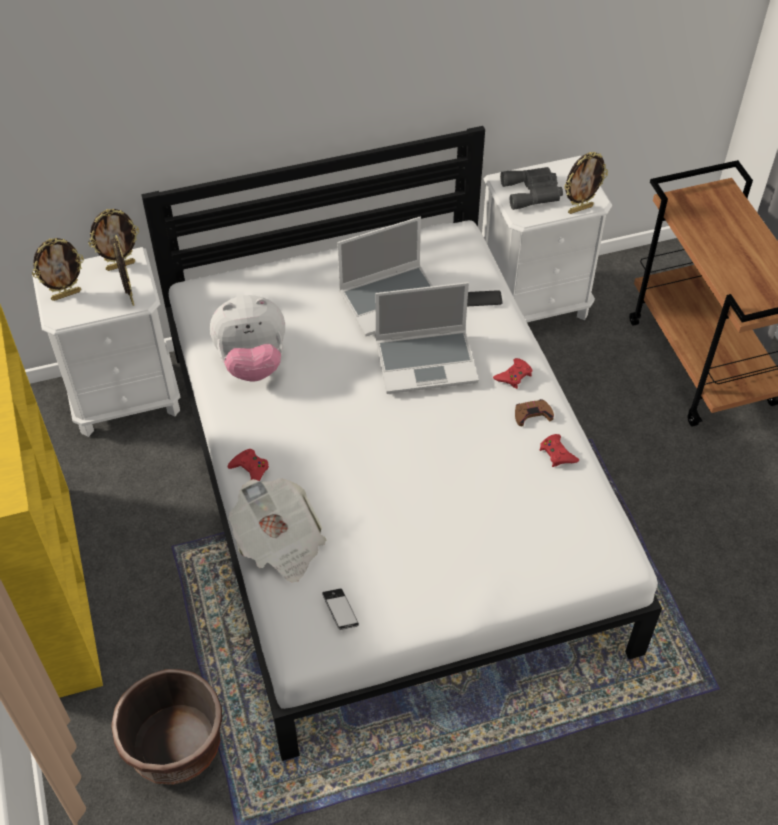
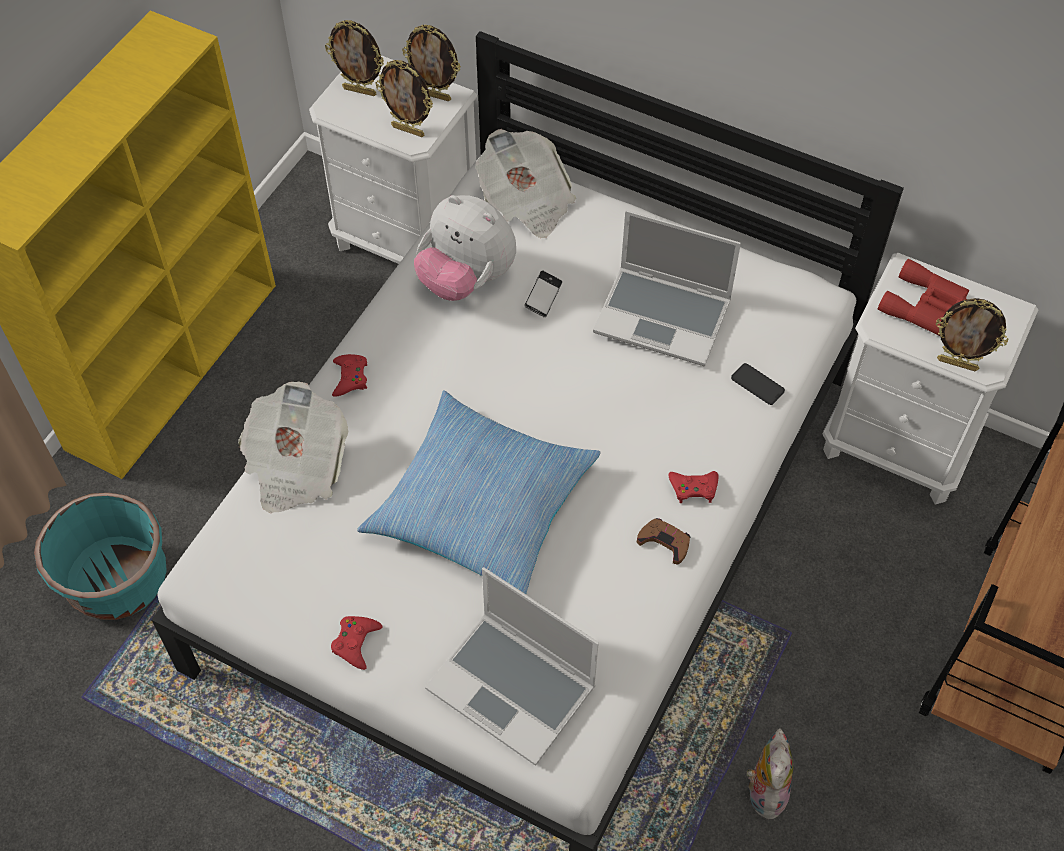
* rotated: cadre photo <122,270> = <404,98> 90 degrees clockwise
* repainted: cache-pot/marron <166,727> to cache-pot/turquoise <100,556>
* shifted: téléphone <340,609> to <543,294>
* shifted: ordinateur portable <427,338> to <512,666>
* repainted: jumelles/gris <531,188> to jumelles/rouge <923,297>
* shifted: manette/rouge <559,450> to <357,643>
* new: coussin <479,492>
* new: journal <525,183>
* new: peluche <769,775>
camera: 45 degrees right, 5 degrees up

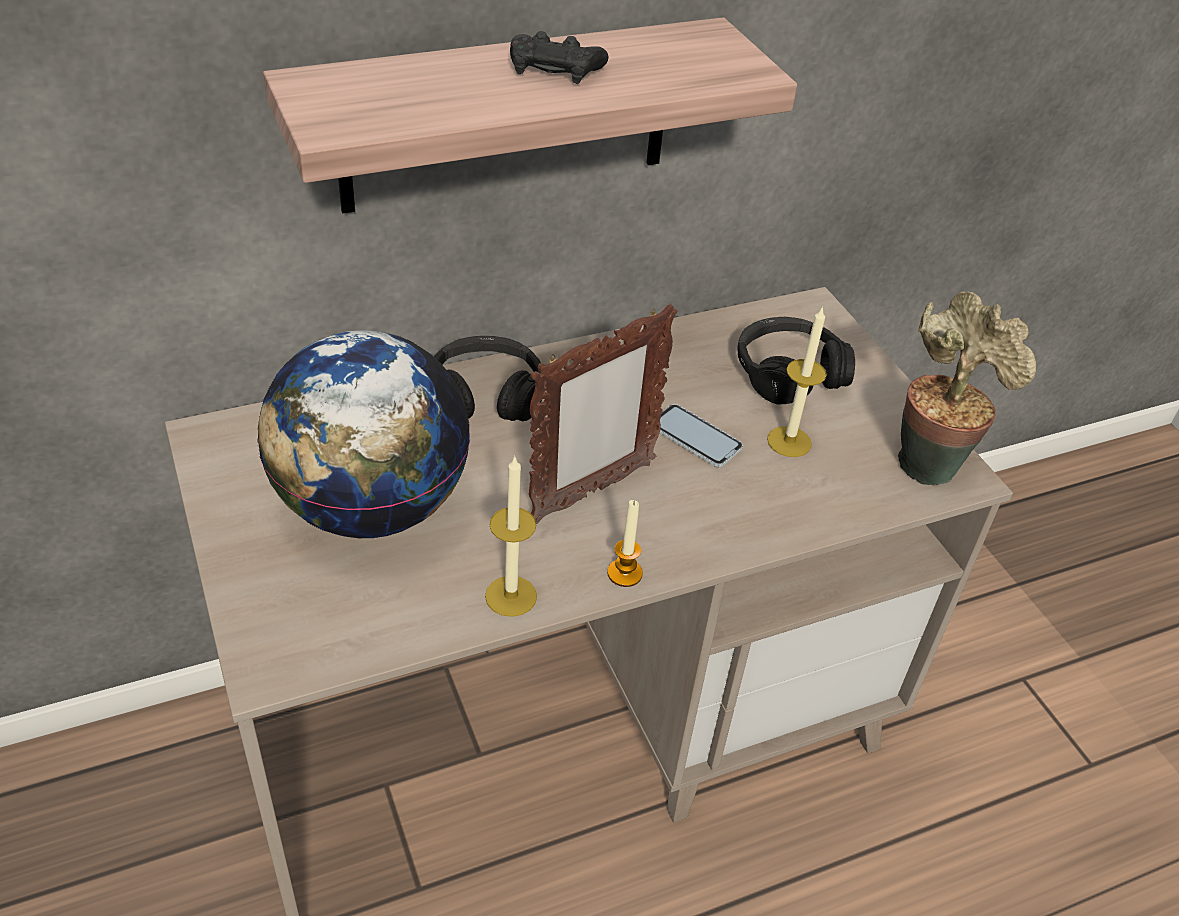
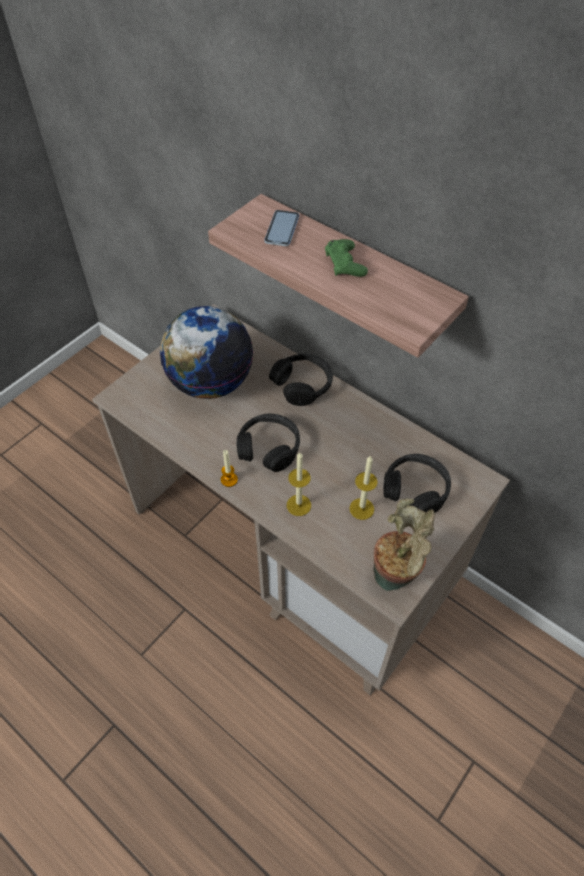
* shifted: bougie <511,536> to <299,484>
* repainted: manette/noir <559,57> to manette/vert <346,258>
* swapped: cadre photo <603,413> to casque audio/noir <268,442>
* shifted: téléphone <701,435> to <281,228>
camera: 65 degrees right, 10 degrees up

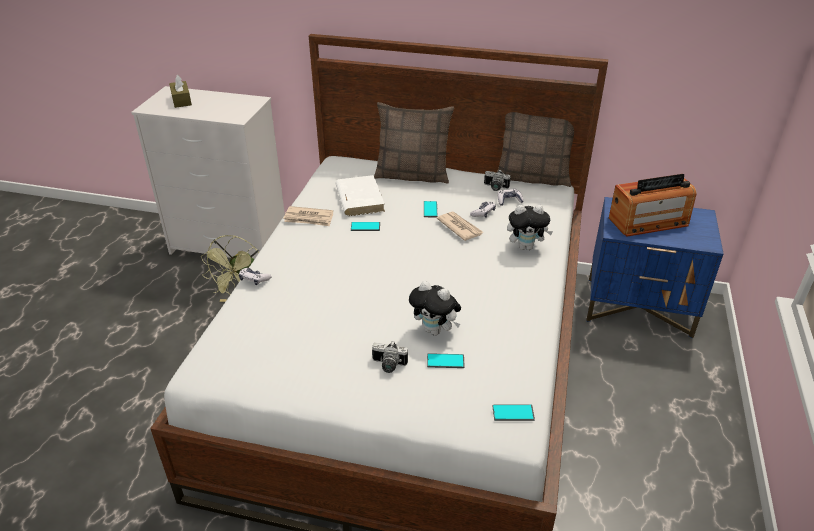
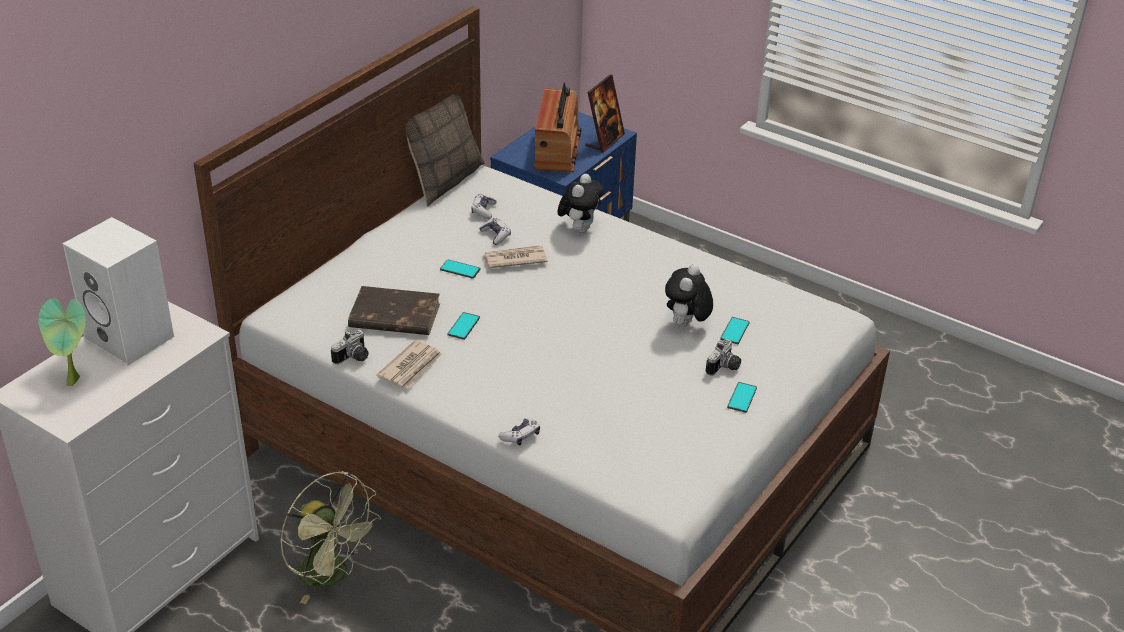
* swapped: boîte à mouchoirs/marron <180,91> to plante en pot <62,342>
* repainted: livre/blanc <360,195> to livre/marron <394,310>
* gone: coussin <414,143>
* rotated: peluche <435,308> = <689,295> 150 degrees clockwise
* shifted: appareil photo <497,180> to <350,347>
* shifted: téléphone <513,412> to <742,397>
* new: enceinte/blanc <118,291>
* new: cadre photo <605,114>
camera: 70 degrees left, 0 degrees up

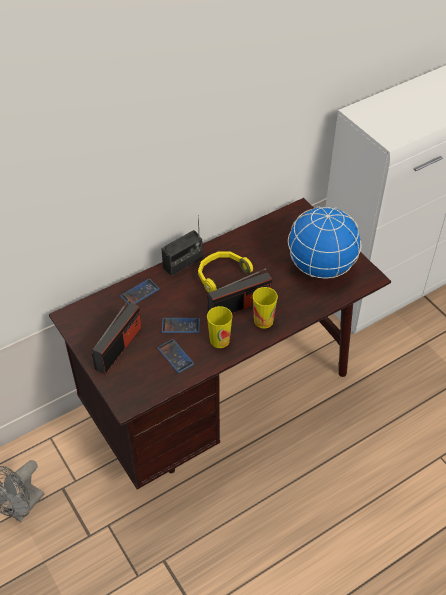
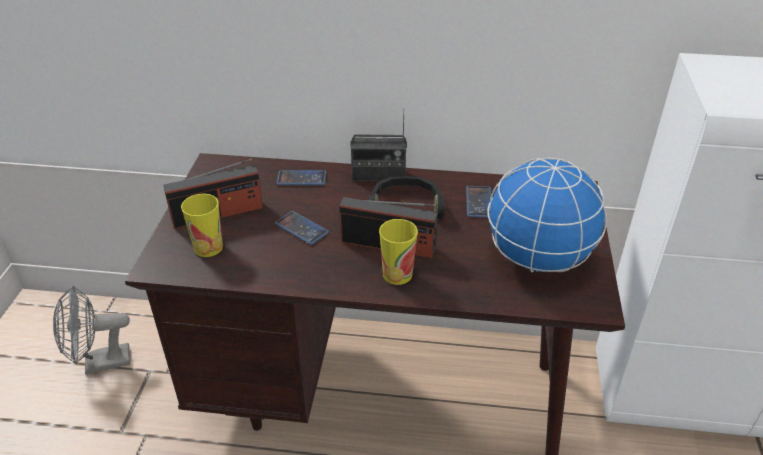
* shifted: téléphone <175,356> to <478,202>
* repainted: casque audio/jaune <225,271> to casque audio/noir <407,197>
* shifted: tasse <219,327> to <202,225>
camera: 40 degrees right, 10 degrees down

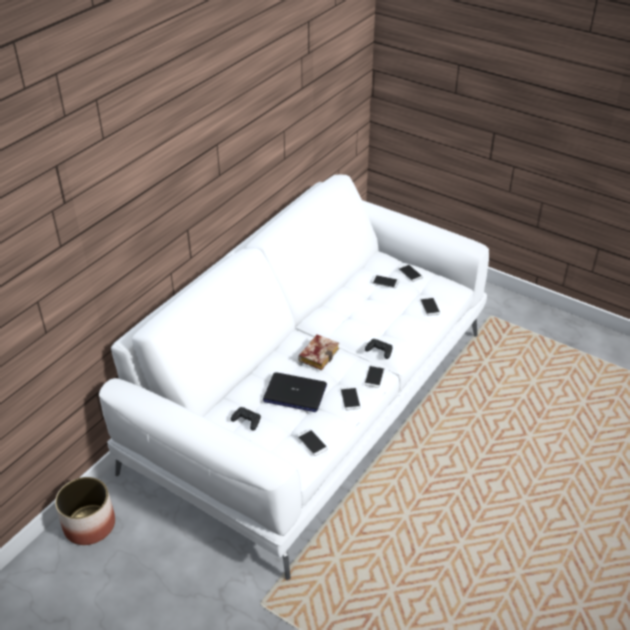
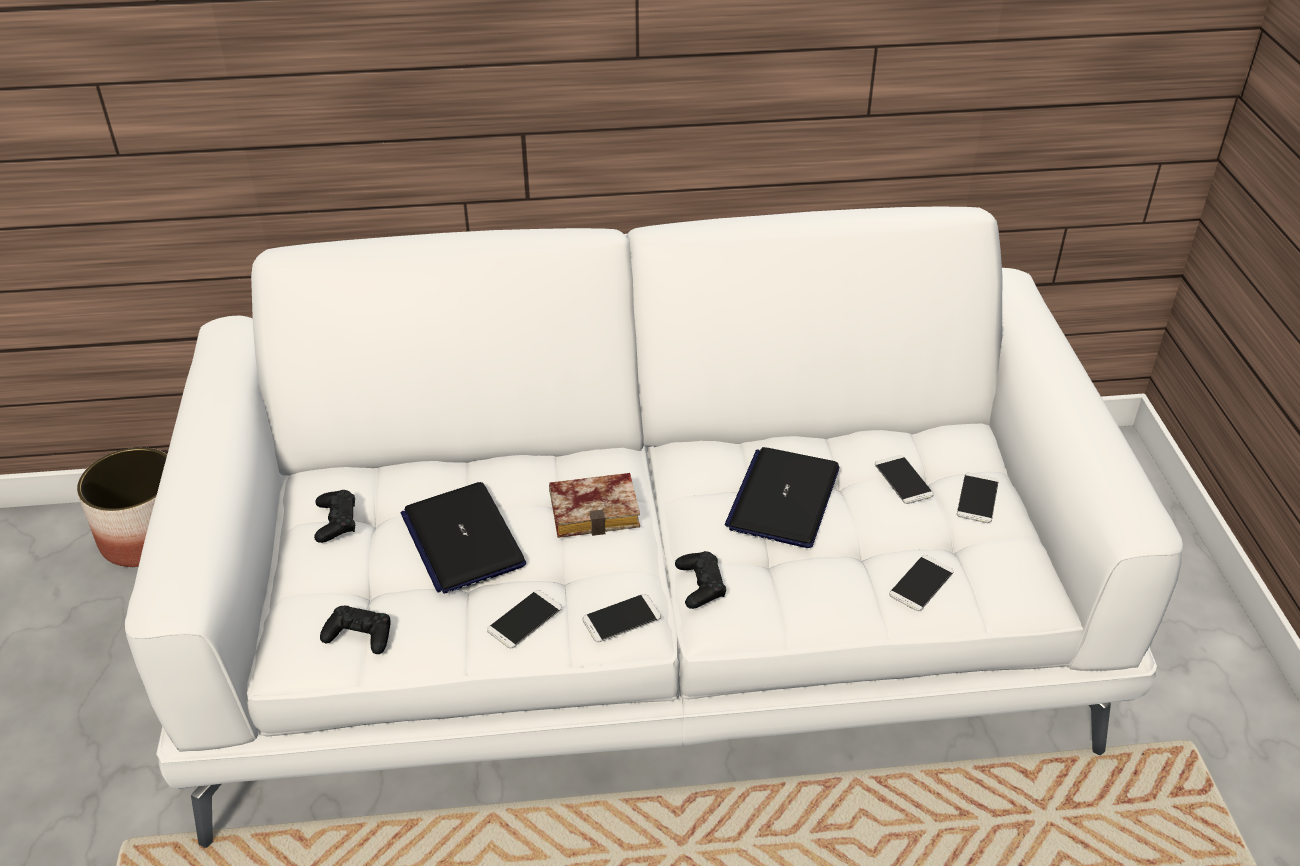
* swapped: téléphone <312,442> to manette/noir <355,630>
* new: ordinateur portable <782,497>
camera: 50 degrees right, 0 degrees up

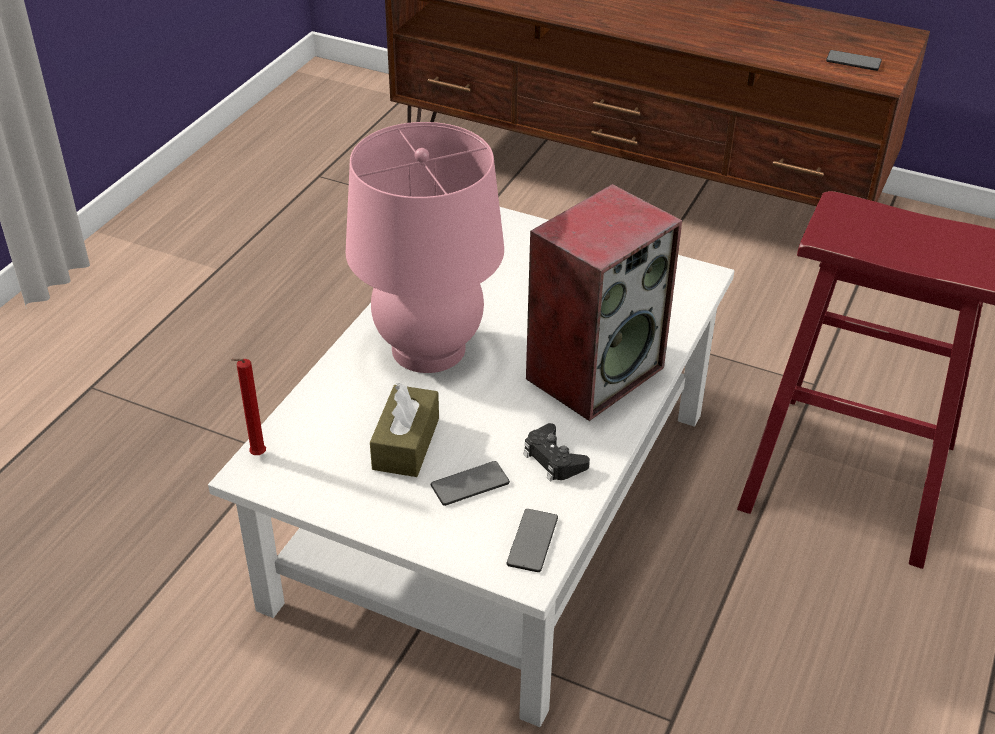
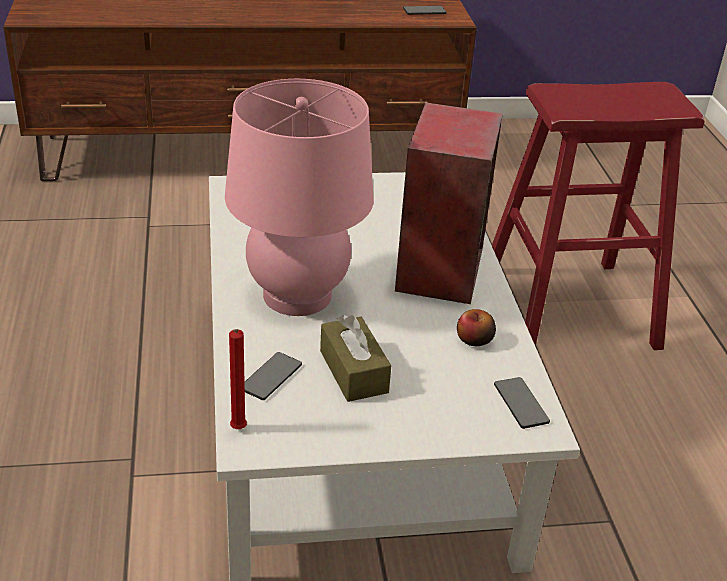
* shifted: téléphone <470,483> to <273,376>
* swapped: manette/noir <557,452> to pomme <476,327>
camera: 35 degrees left, 5 degrees down

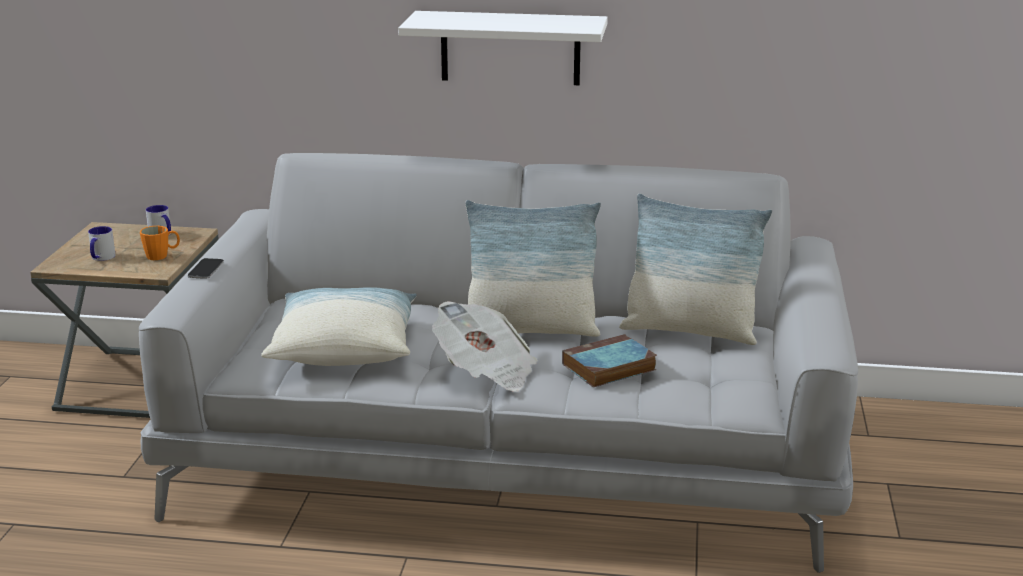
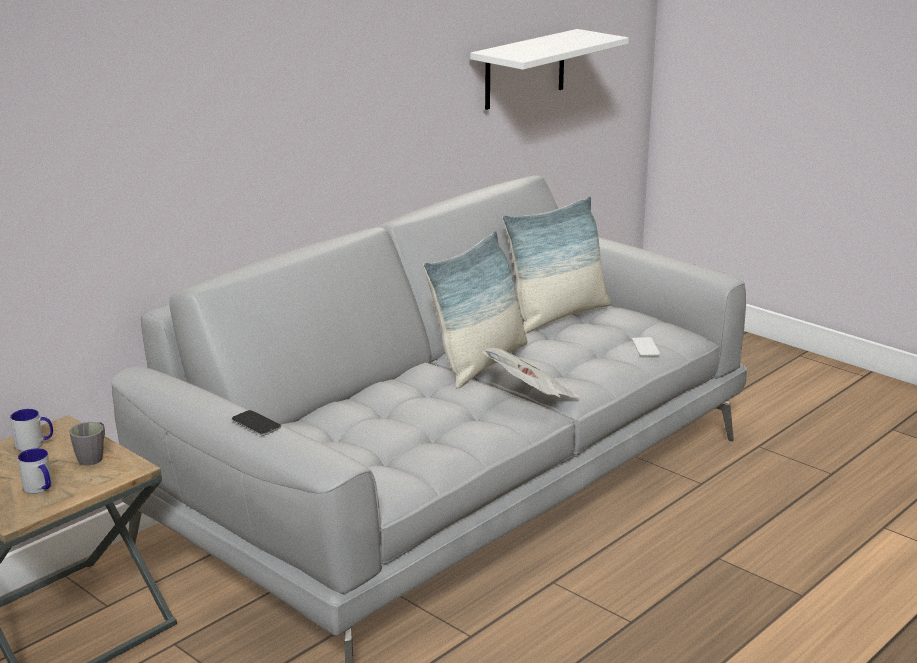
* repainted: mug/orange <160,243> to mug/gris <87,443>
* gone: coussin <339,326>
* shifted: étagère/blanc <503,48> to <549,69>
* gone: livre <609,360>
* new: téléphone <646,346>
camera: 55 degrees left, 0 degrees up

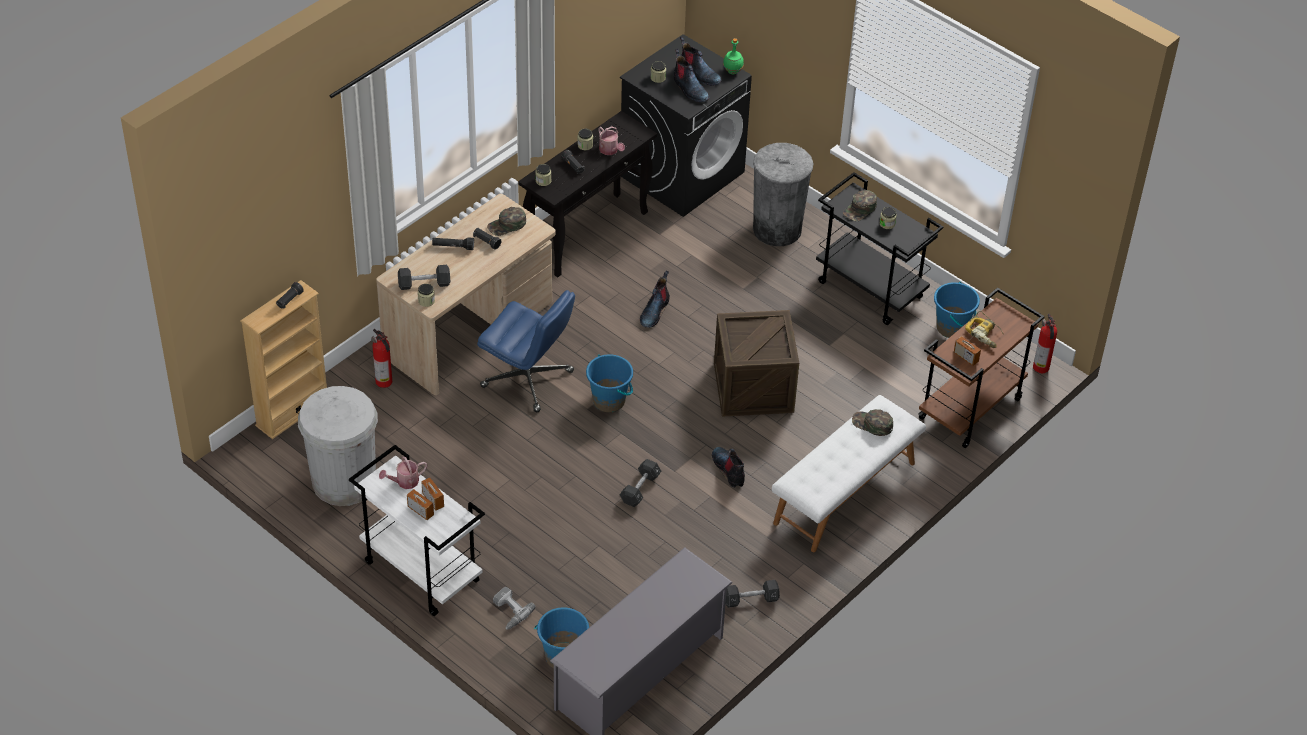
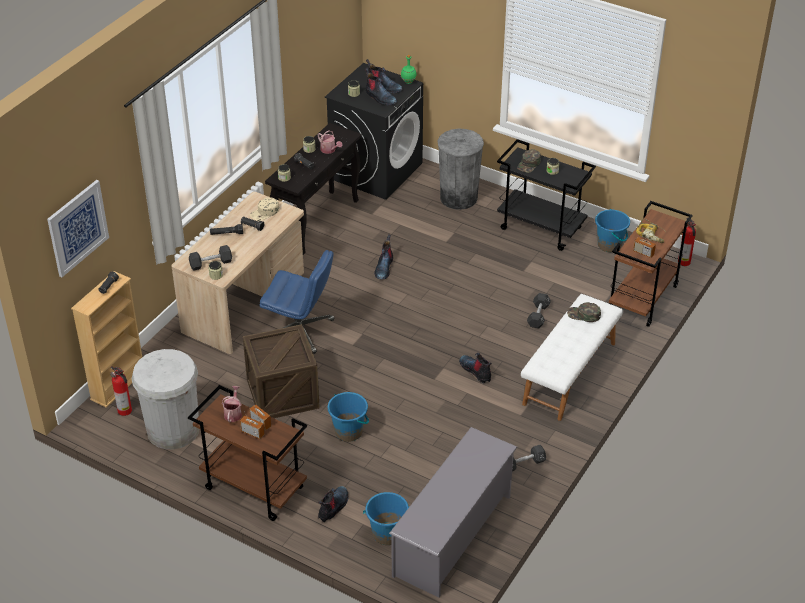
* repainted: chariot/blanc <417,530> to chariot/marron <247,453>
* shifted: extincteur <381,358> to <121,391>
* rotated: arrosoir <403,472> = <232,404> 135 degrees clockwise
* repainted: casquette/vert <506,221> to casquette/beige <264,209>
* swapped: perceuse <514,608> to botte <333,504>
* shifted: seau/bleu <609,383> to <348,417>
* shifted: haltère/noir <640,483> to <539,310>
* shifted: caisse <756,363> to <281,371>
* new: tableau <78,228>
camera: 10 degrees left, 5 degrees down

